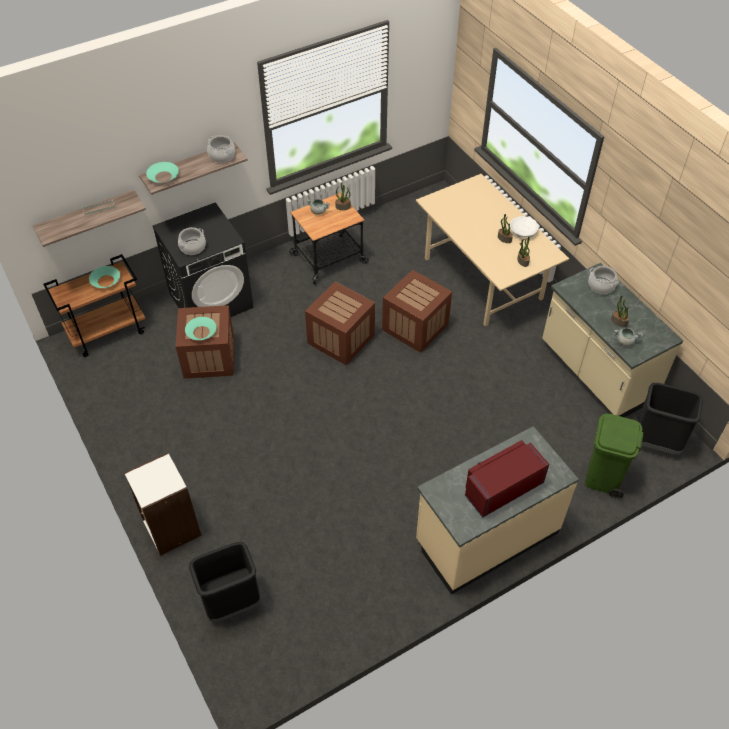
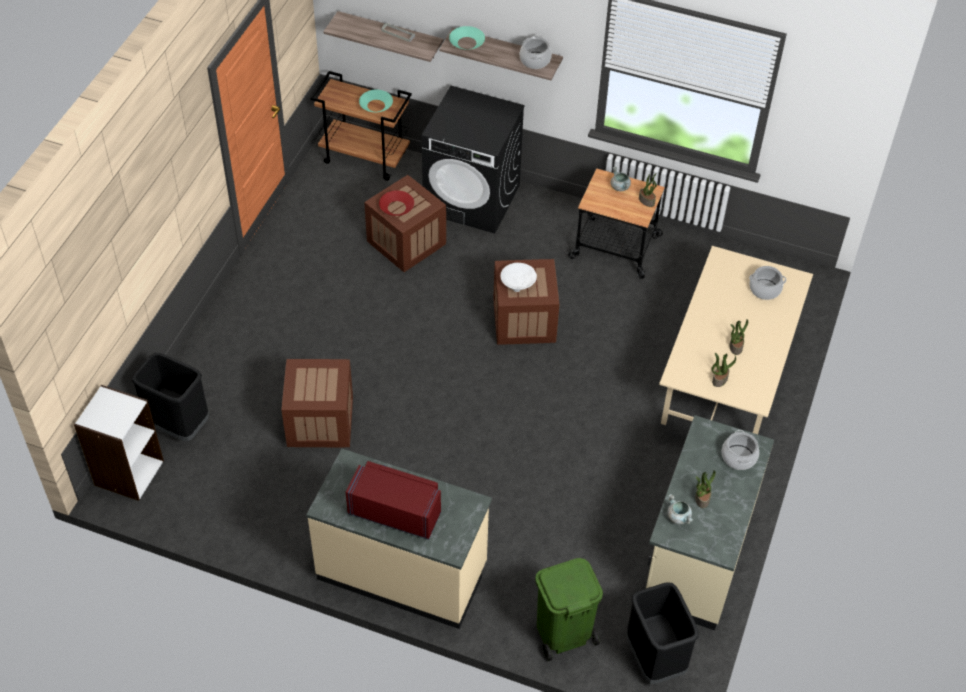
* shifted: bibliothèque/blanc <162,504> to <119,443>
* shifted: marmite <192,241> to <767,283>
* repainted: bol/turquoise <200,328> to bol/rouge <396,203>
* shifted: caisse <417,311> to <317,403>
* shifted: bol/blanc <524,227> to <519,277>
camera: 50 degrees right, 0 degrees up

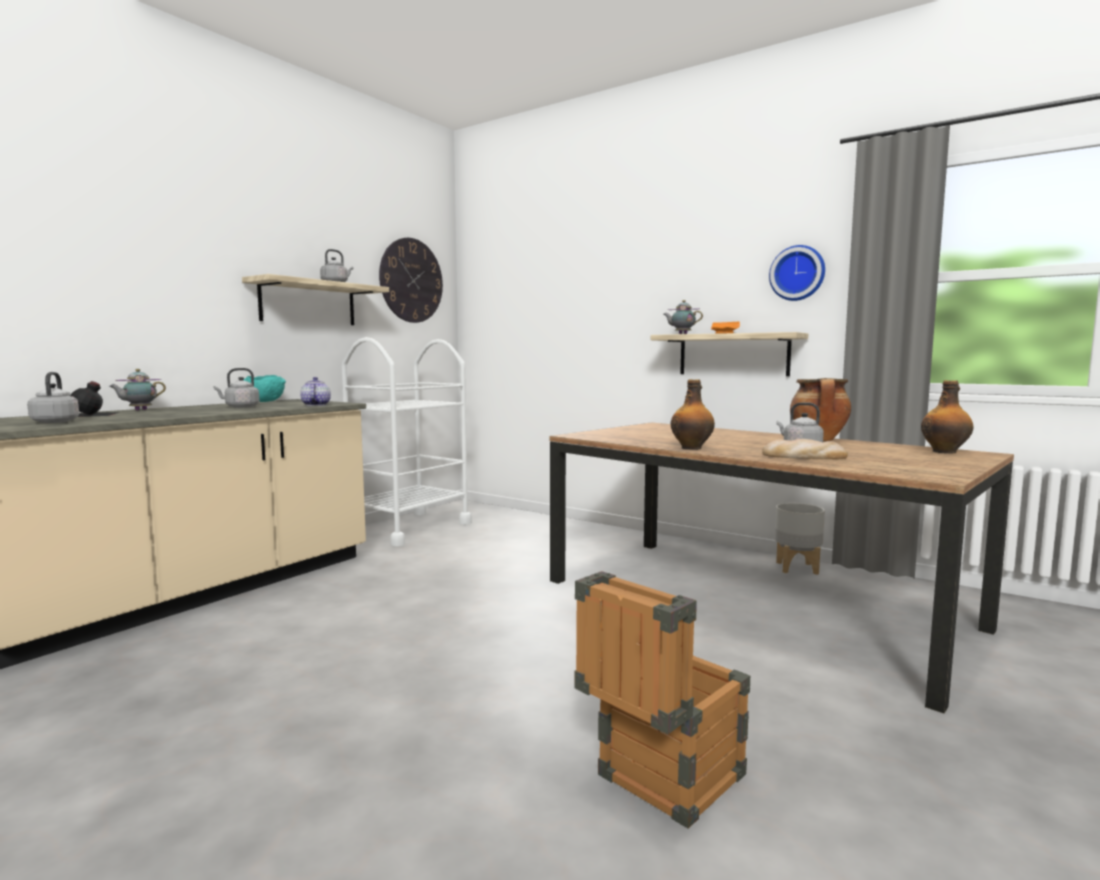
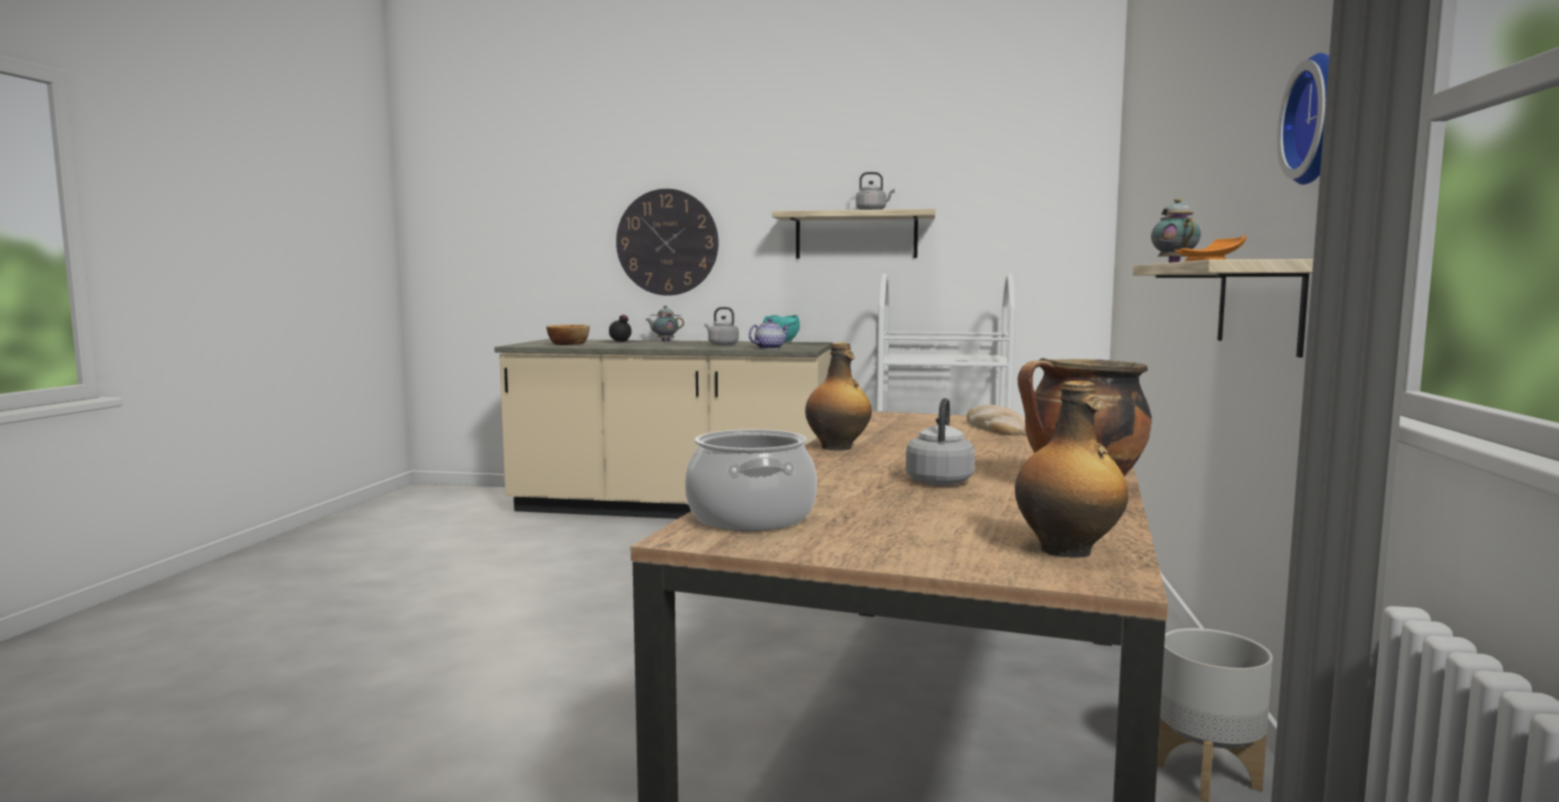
* swapped: bouilloire/gris <53,397> to bol <568,335>
* shifted: horloge murale <411,280> to <667,242>
* gone: caisse <662,699>
* shifted: pain <805,449> to <996,419>
* new: marmite <751,480>
camera: 65 degrees right, 0 degrees up

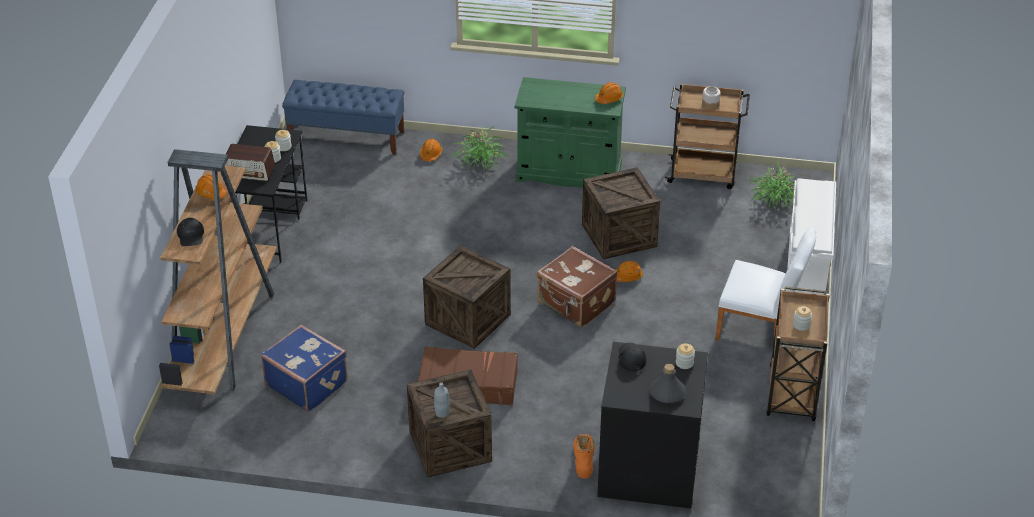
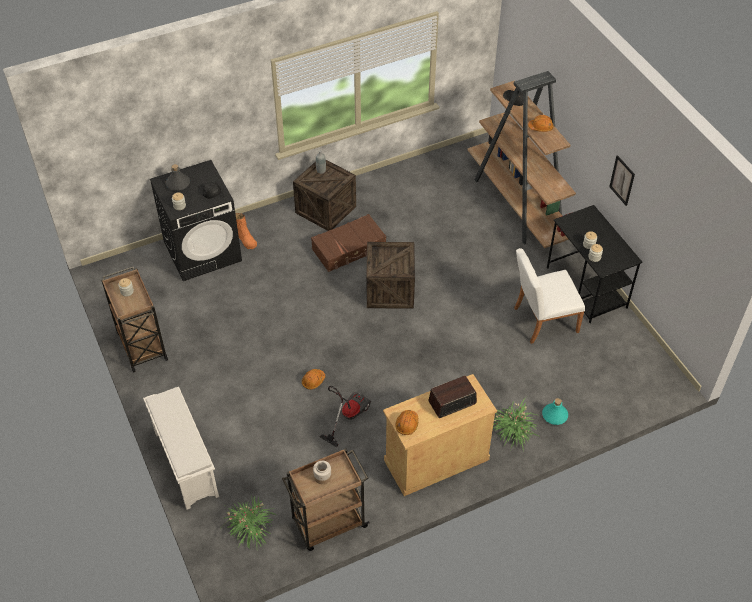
* shifted: radio <250,162> to <452,397>
* gone: valise/bleu <304,368>
* gone: banc/bleu <343,117>
* swapped: casque de chantier/orange <431,150> to bouteille/turquoise <555,411>
* repainted: meuble de rangement/vert <570,132> to meuble de rangement/beige <440,435>
* gone: valise/marron <577,287>
* swapped: caisse <621,213> to aspirateur <345,416>
* shifted: chaise/blanc <765,284> to <549,296>
* new: tableau <622,180>
camera: 145 degrees right, 10 degrees up

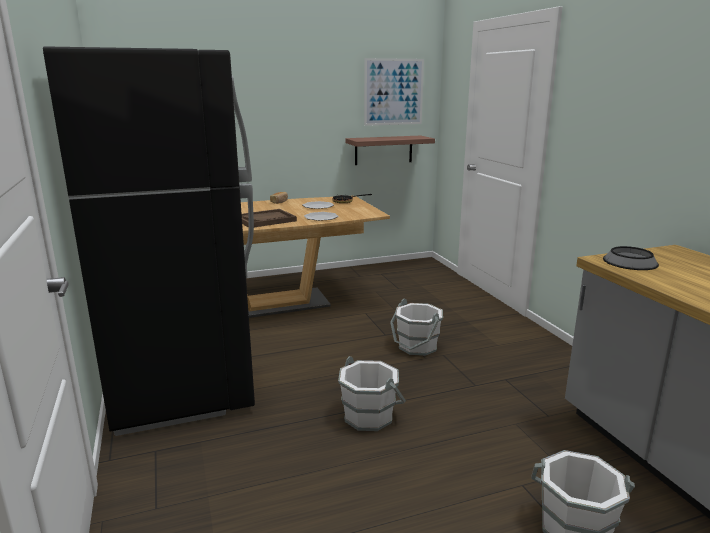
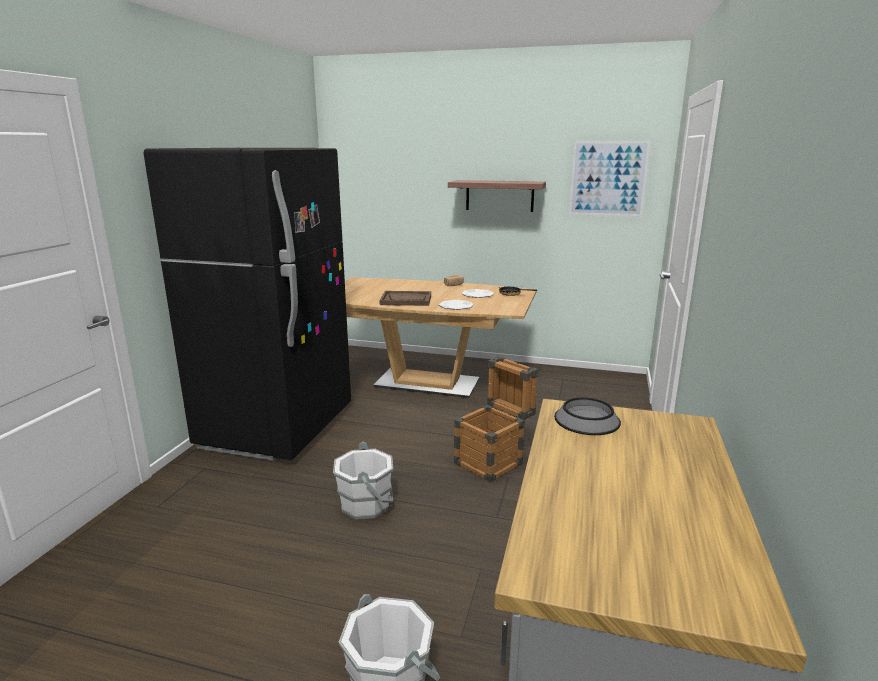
* shifted: étagère <390,150> to <497,196>
* swapped: seau/blanc <416,327> to caisse <496,419>
camera: 35 degrees right, 0 degrees up

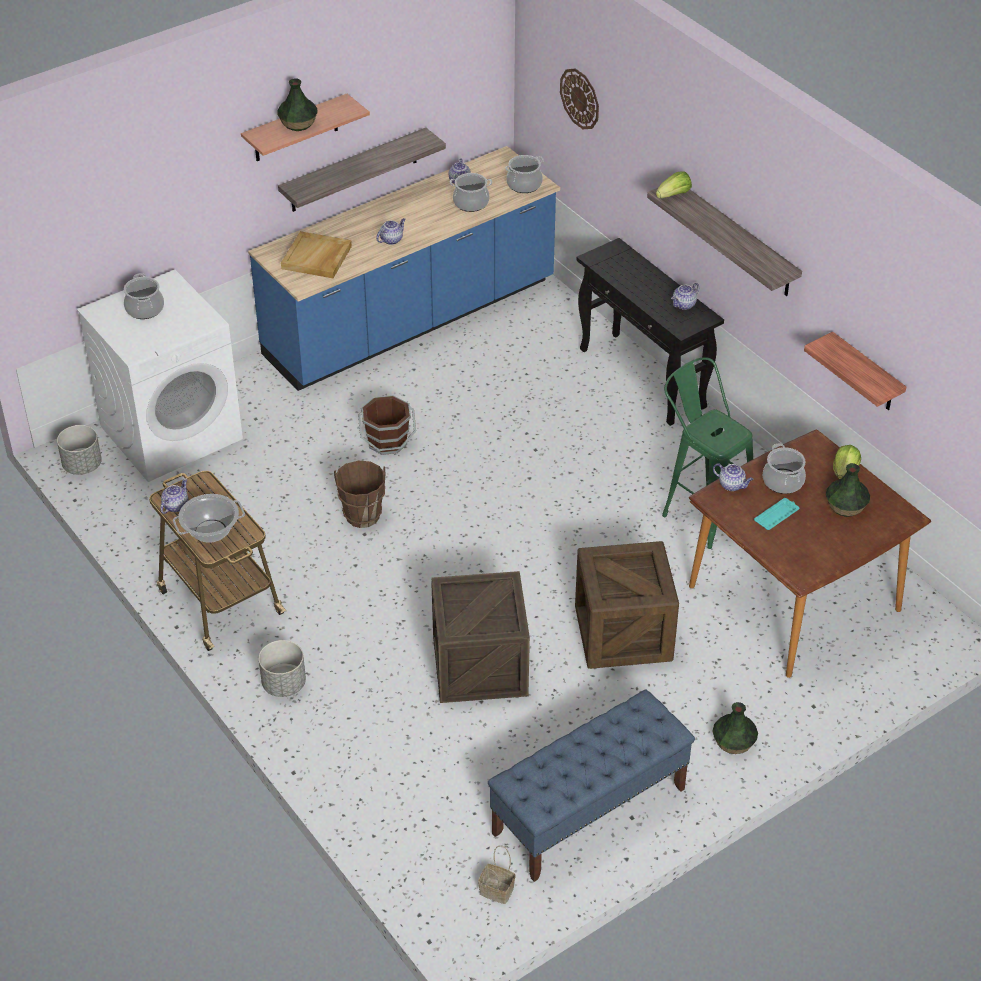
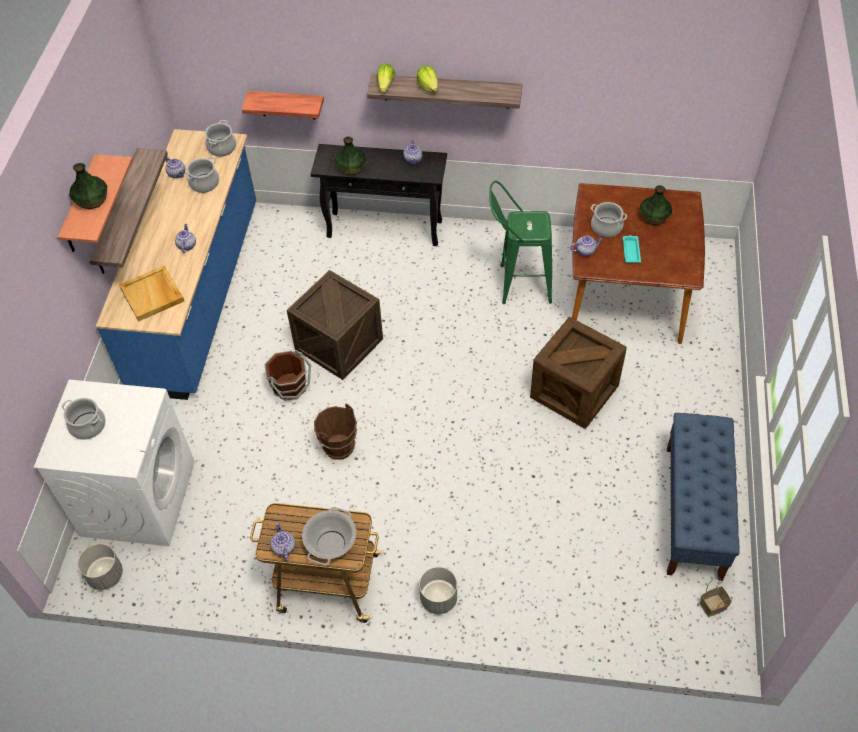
* shifted: caisse <480,637> to <335,325>
* gone: horloge murale <579,98>
* shifted: vase <735,728> to <350,156>
* shifted: étagère <855,371> to <283,105>
* shifted: laitue <847,462> to <427,79>
camera: 45 degrees left, 10 degrees up

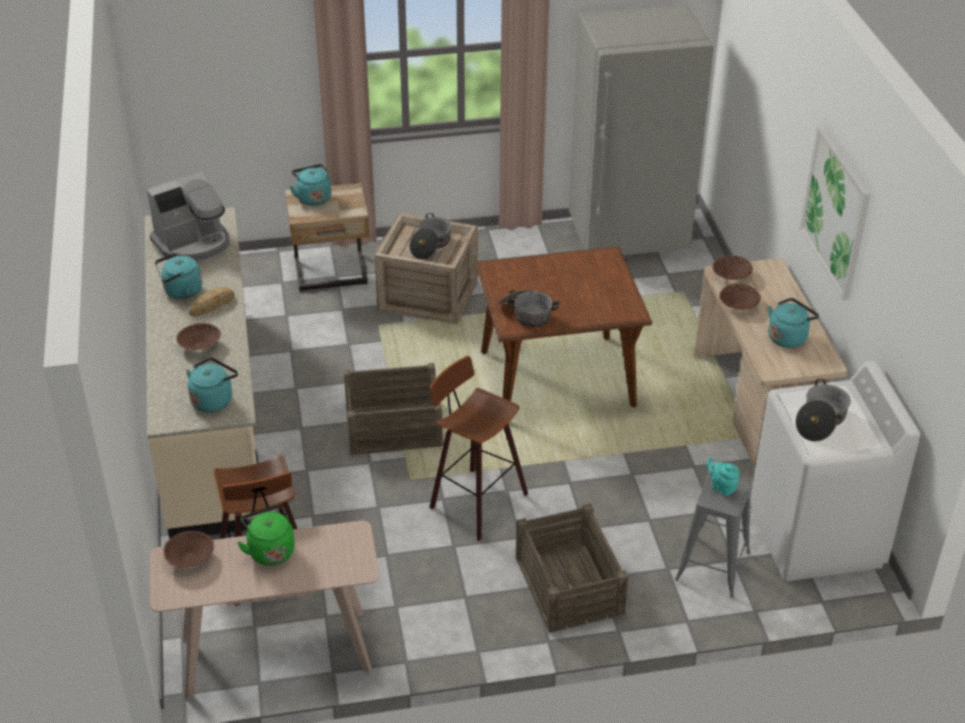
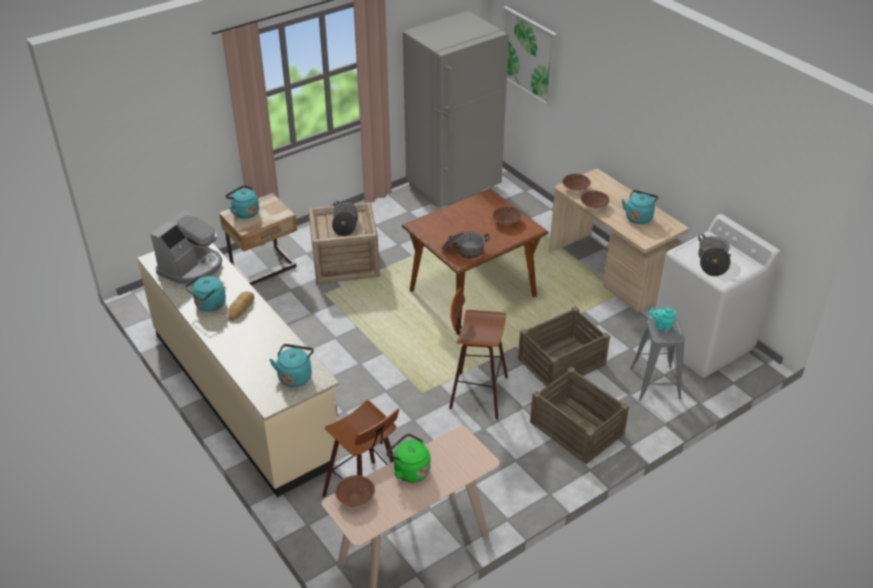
* shifted: bol/marron <198,336> to <507,215>
* shifted: caisse <393,409> to <564,346>
* shifted: tableau <835,213> to <529,56>
camera: 25 degrees left, 0 degrees up

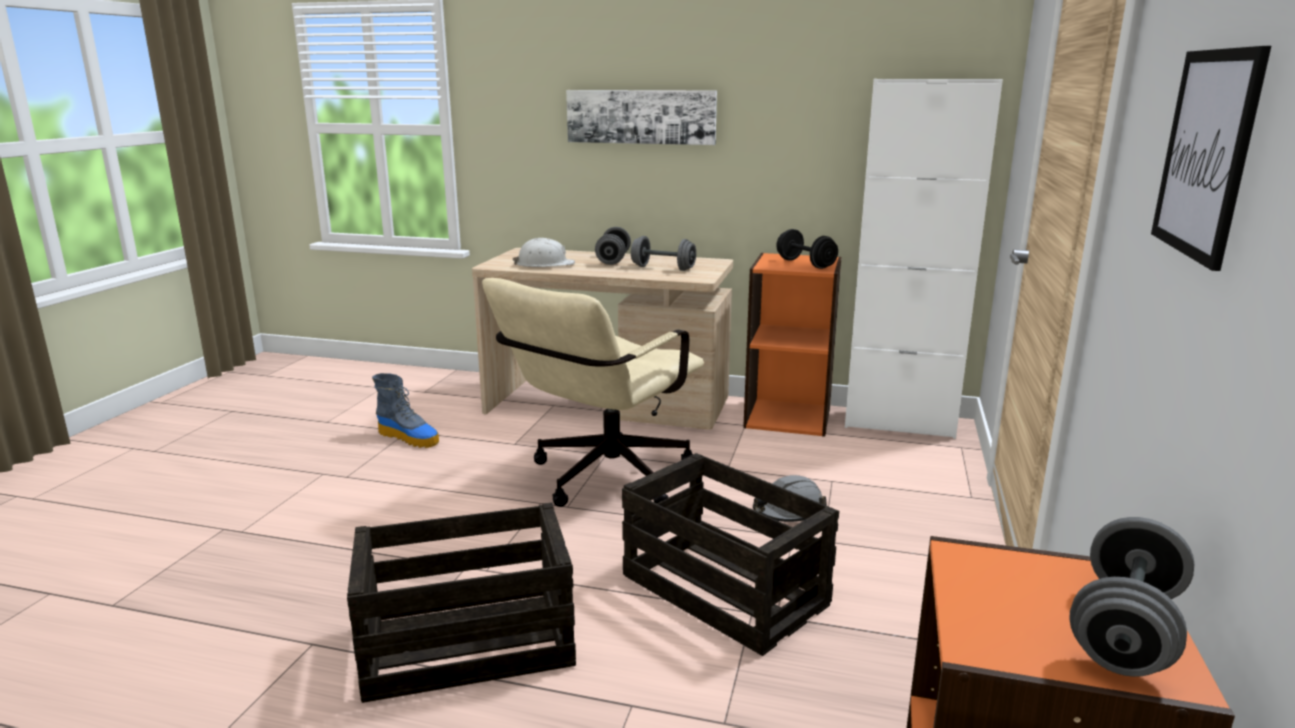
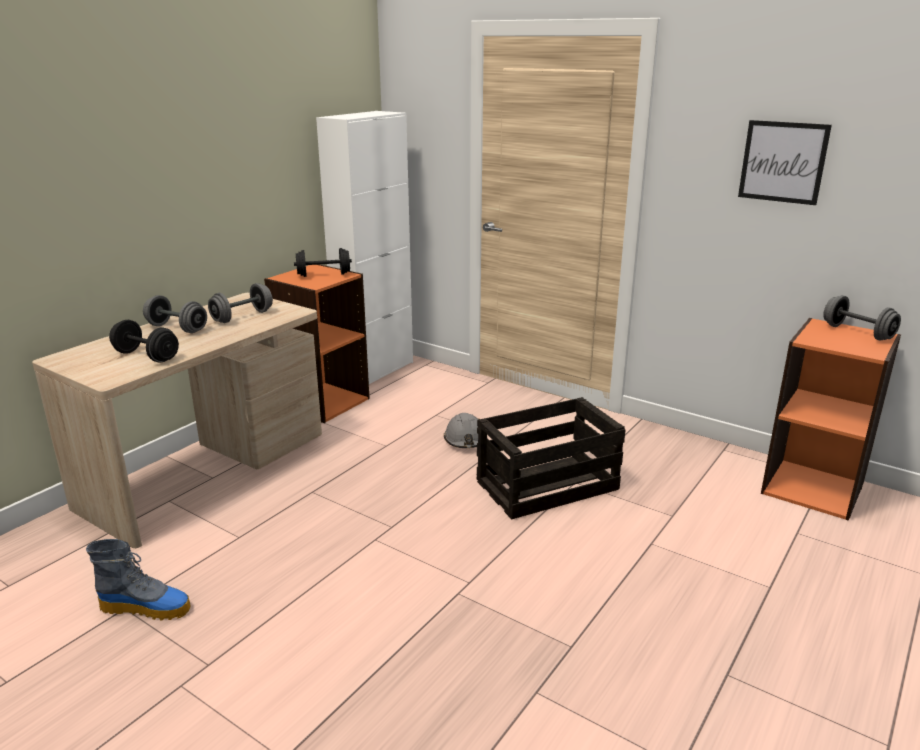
* gone: caisse <461,603>
* rotated: botte <405,410> = <138,579> 45 degrees clockwise
* gone: chaise de bureau/beige <593,392>
* swapped: casque de chantier/blanc <544,252> to haltère/noir <144,341>
* gone: tableau <641,117>
camera: 70 degrees left, 5 degrees up

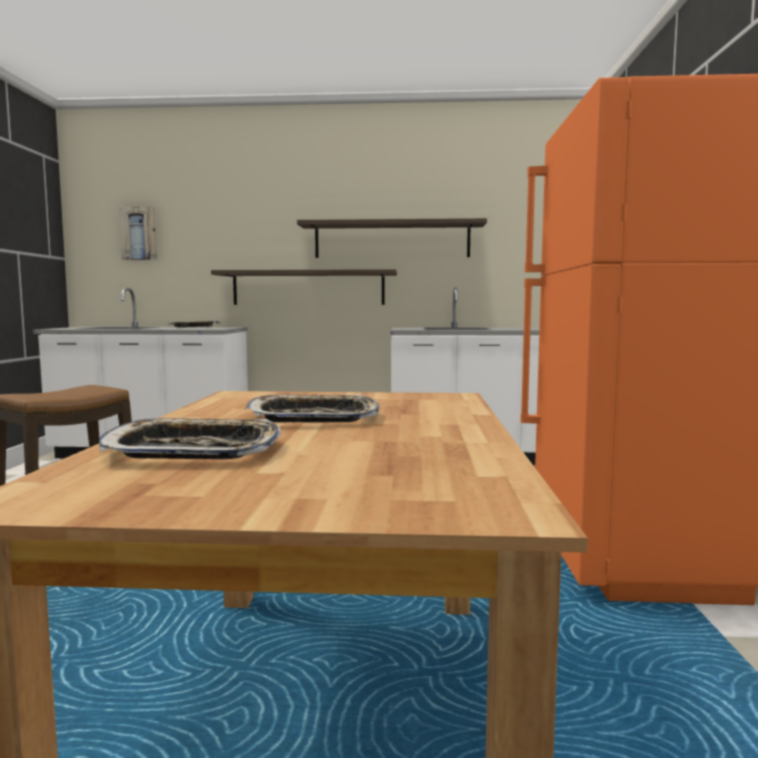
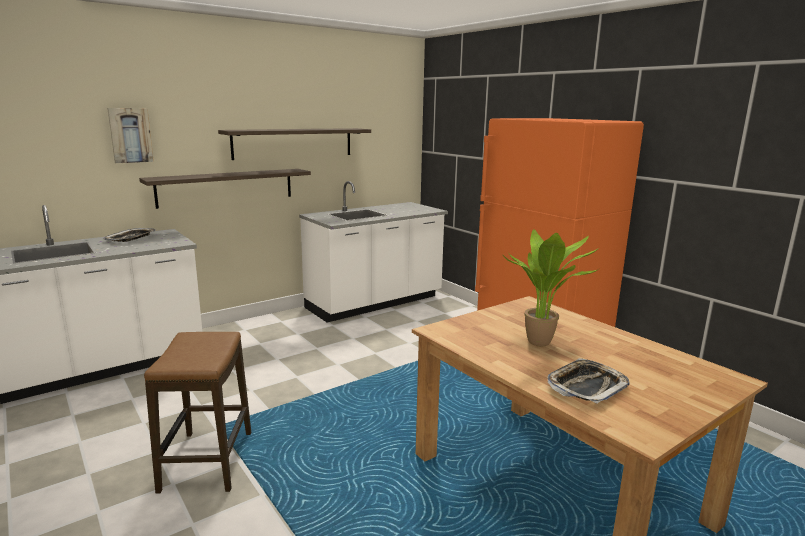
* shifted: tableau <138,233> to <130,135>
* swapped: plateau <311,409> to plante en pot <552,287>
camera: 40 degrees left, 10 degrees up

